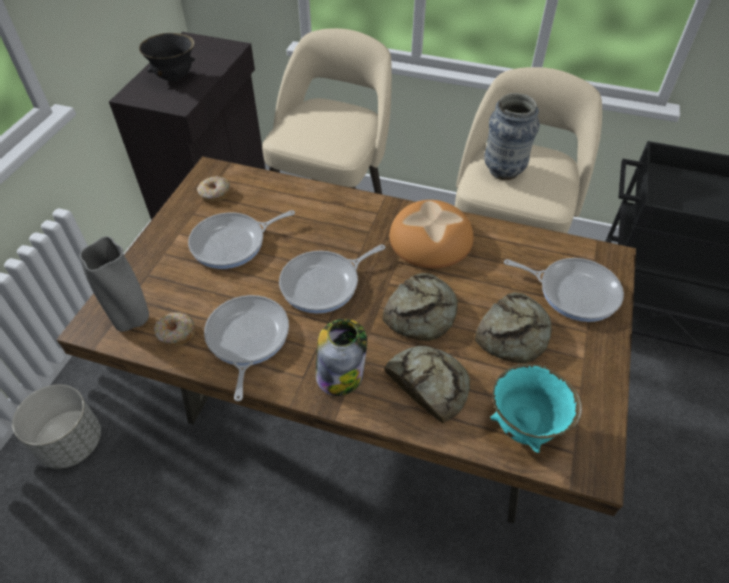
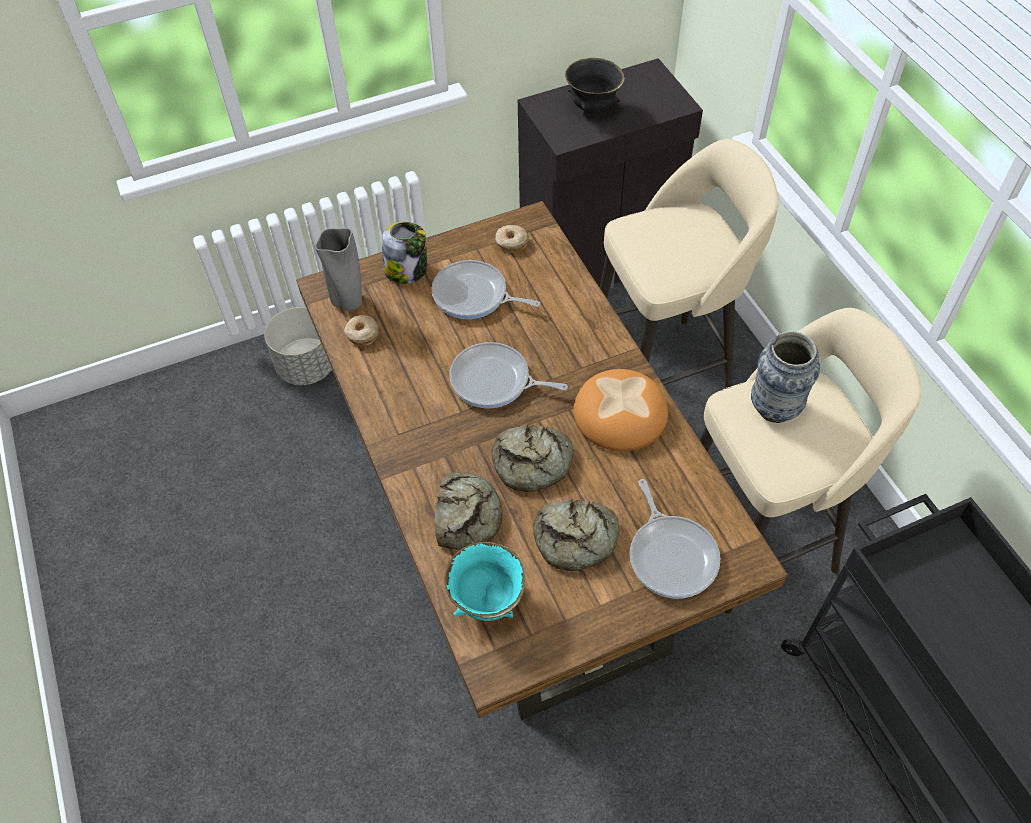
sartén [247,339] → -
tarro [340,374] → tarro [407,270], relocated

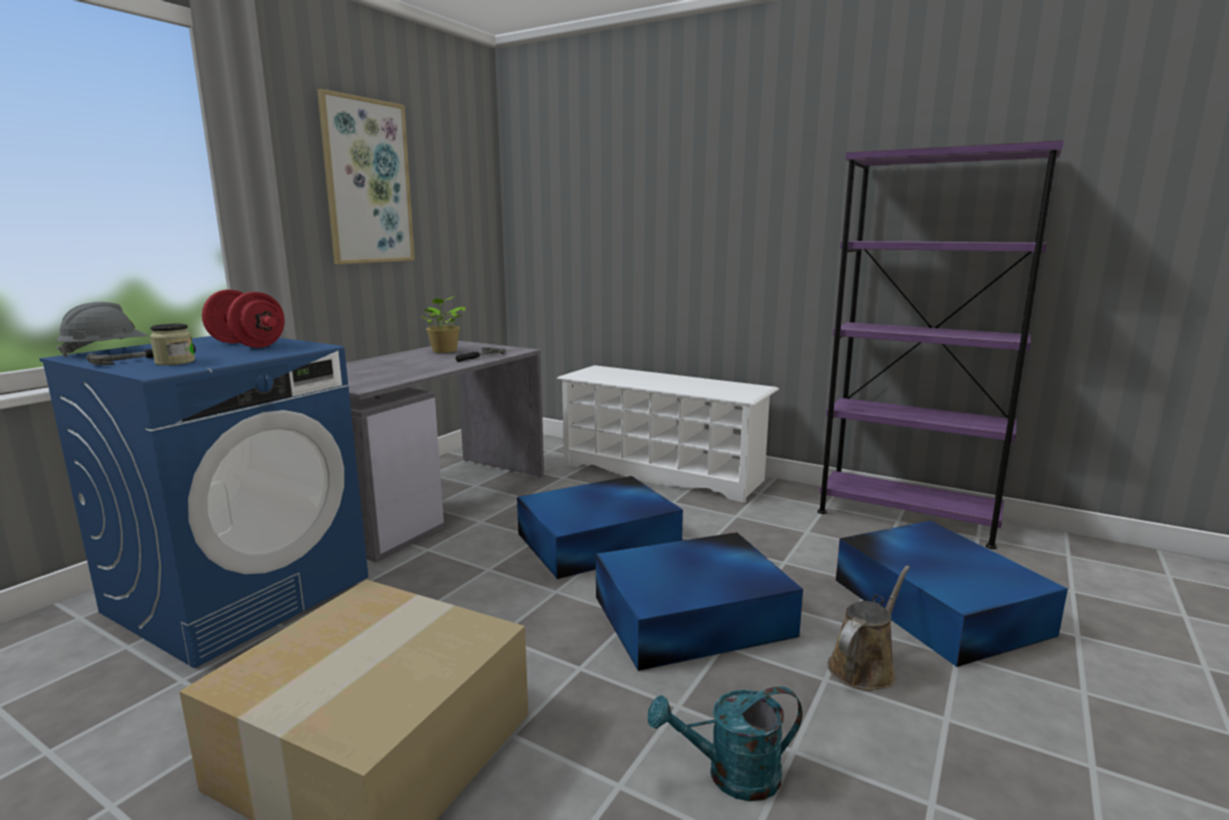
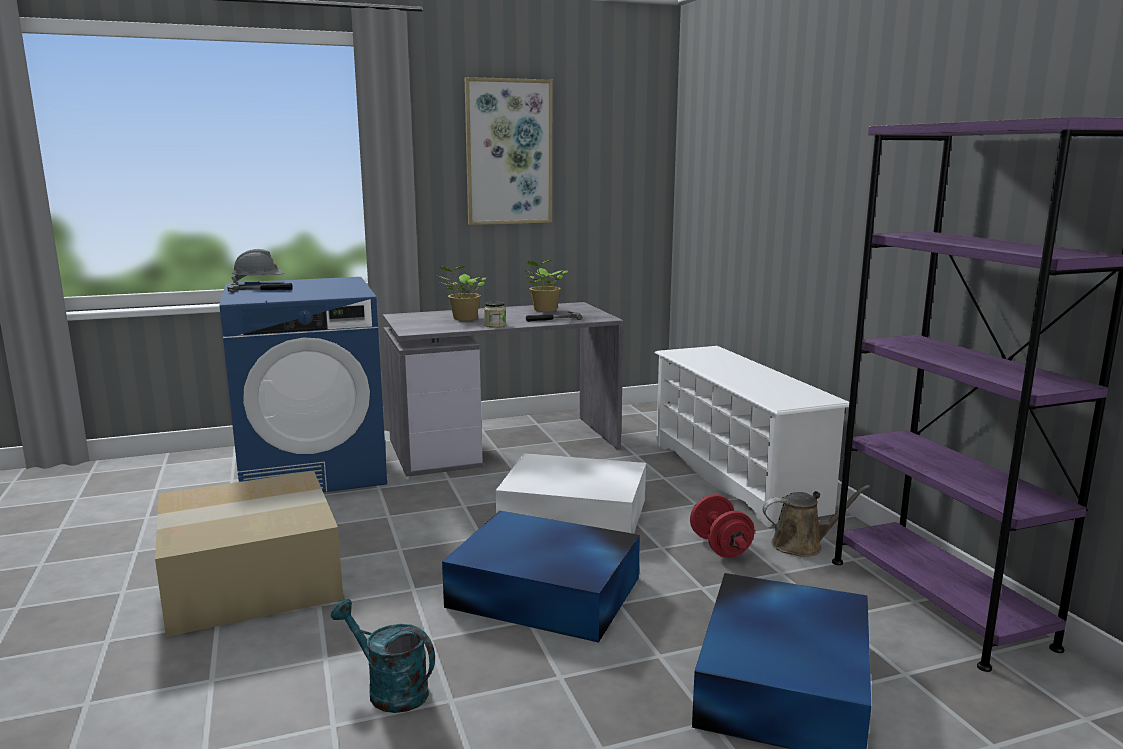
mancuerna [rojo] [247,345] → mancuerna [rojo] [720,547], relocated
tarro [175,362] → tarro [495,325], relocated
caja de almacenaje [azul] [600,540] → caja de almacenaje [blanco] [575,514]
regadera [marrón] [864,667] → regadera [marrón] [802,545], relocated
- → planta en maceta [463,318]

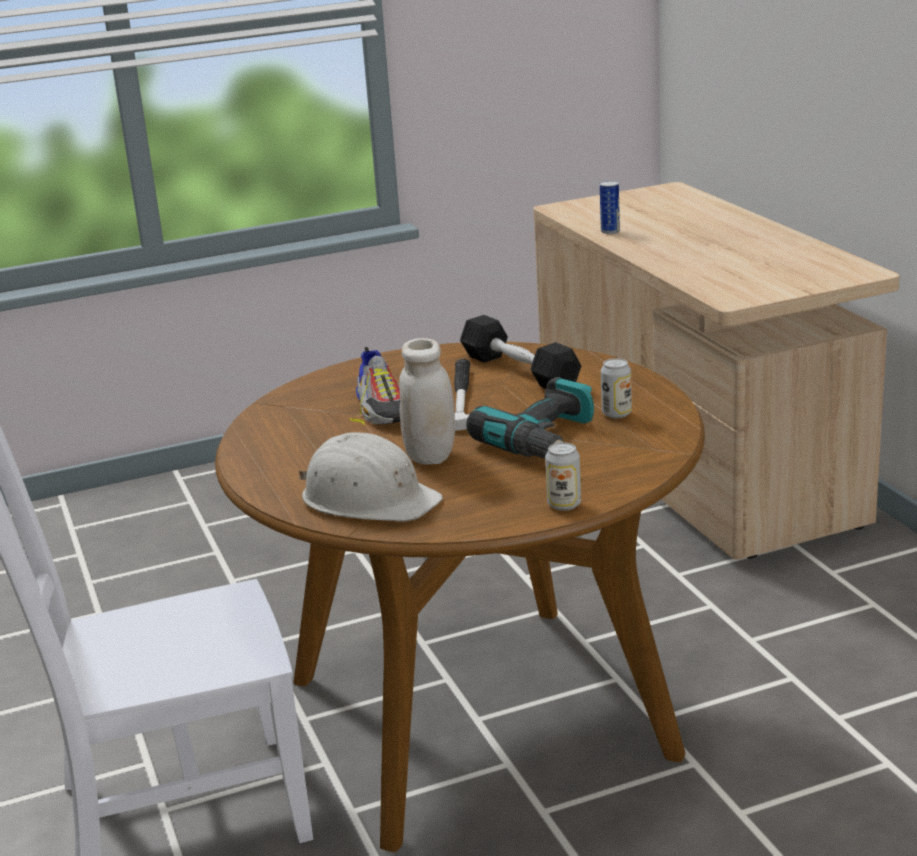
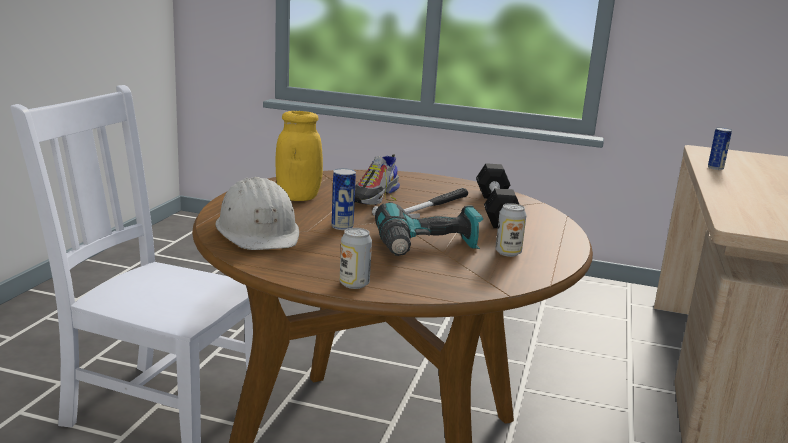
tarro [blanco] [430,456] → lata [342,226]
- → tarro [amarillo] [298,197]

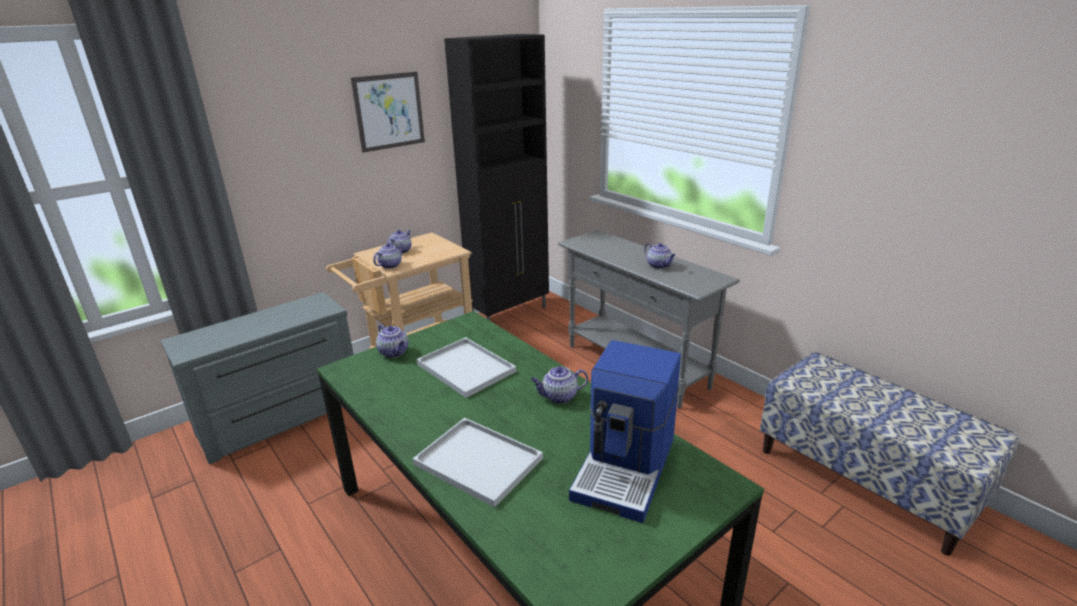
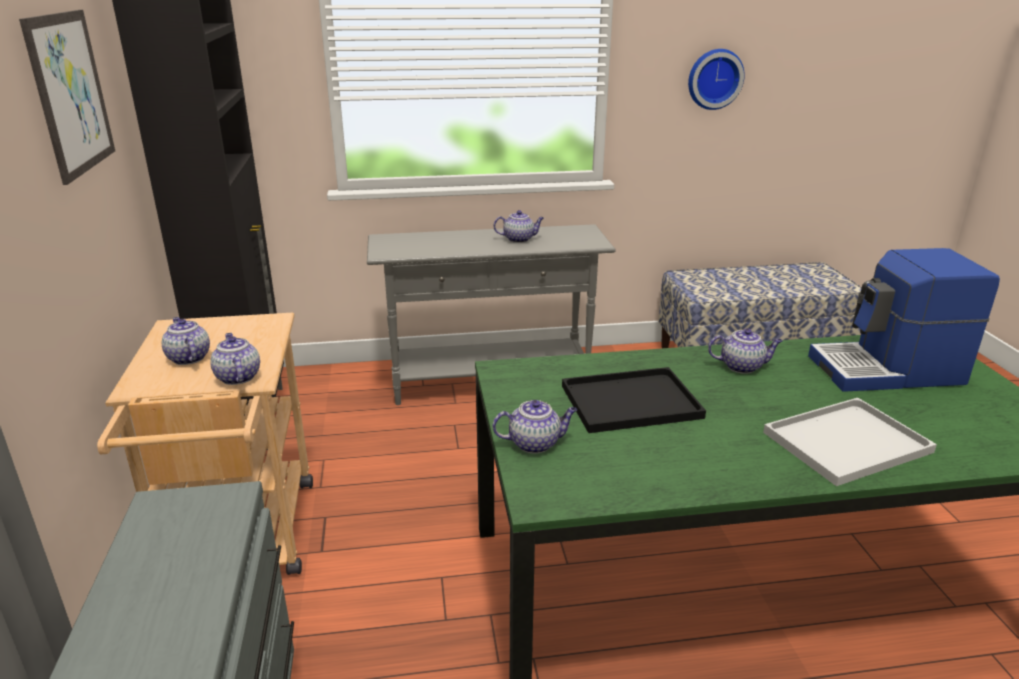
bandeja [blanco] [468,368] → bandeja [negro] [632,401]
cafetera [626,468] → cafetera [888,371], 120 degrees clockwise
tetera [559,397] → tetera [742,366], 105 degrees counterclockwise
- → reloj de pared [714,79]

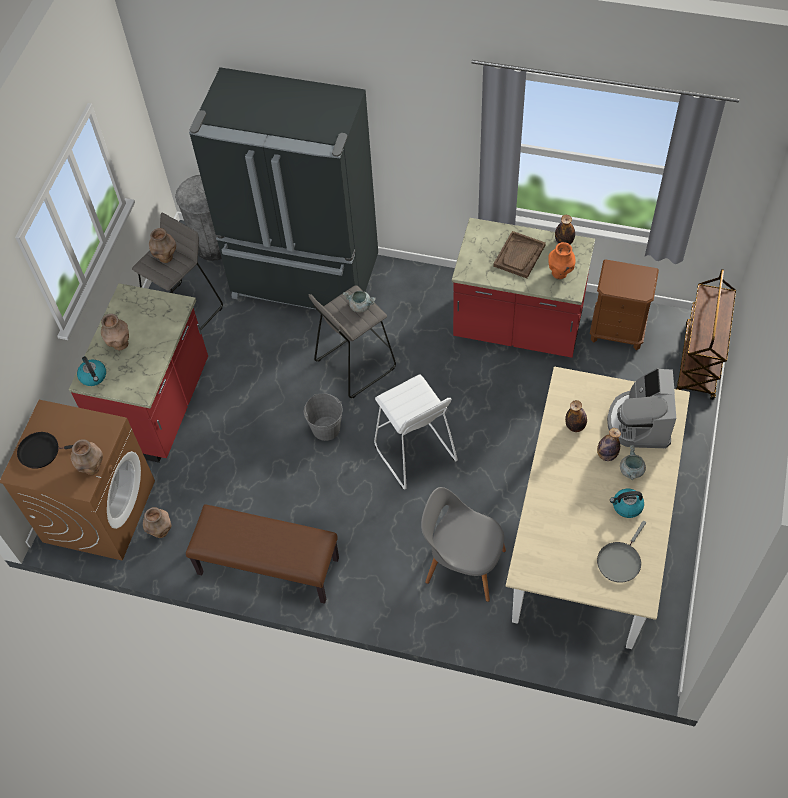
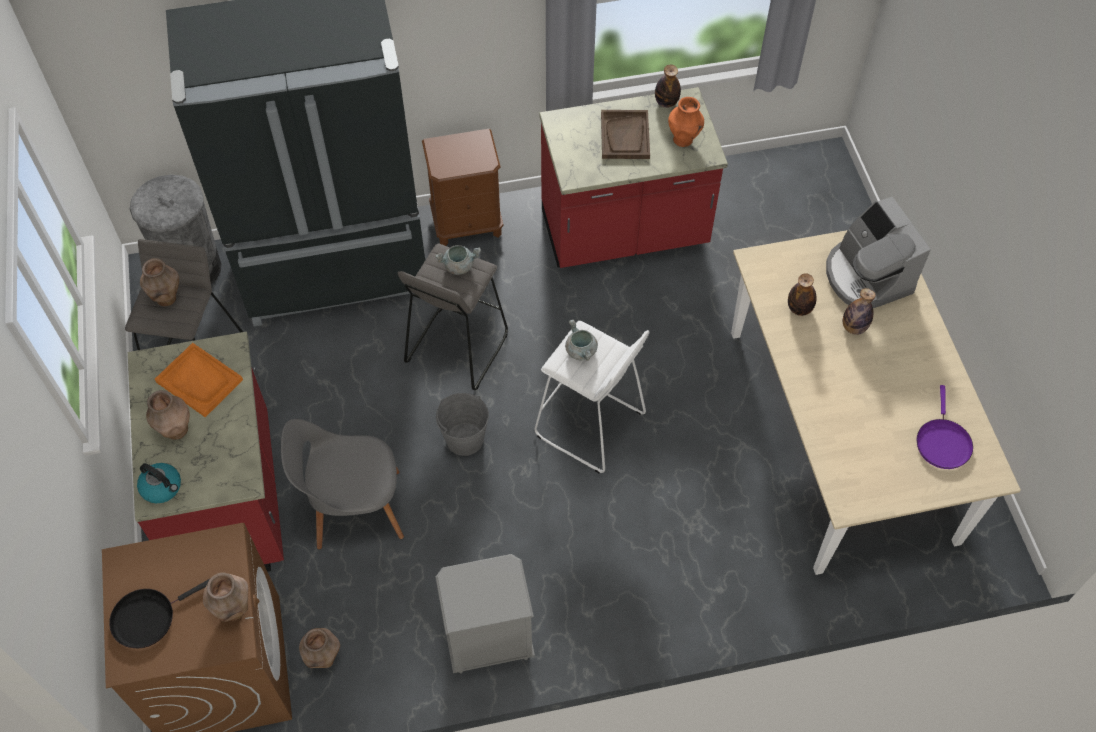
mesita de noche [marrón] [617,331] → mesita de noche [marrón] [467,223], relocated
carrito [marrón] [699,362] → -
olla [gris] [631,471] → olla [gris] [581,351], relocated
silla [gris] [463,564] → silla [gris] [354,508], relocated
hervidor [626,506] → -
banco [marrón] [267,567] → mesita de noche [gris] [488,641]
sartén [gris] [620,561] → sartén [morado] [942,442]
- → bandeja [naranja] [200,381]

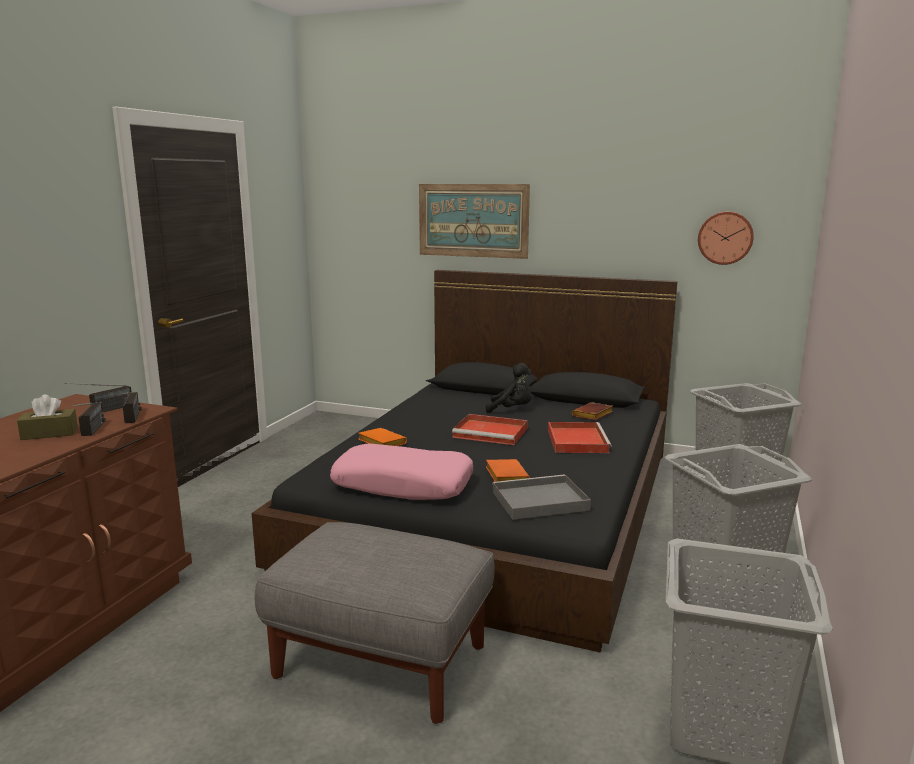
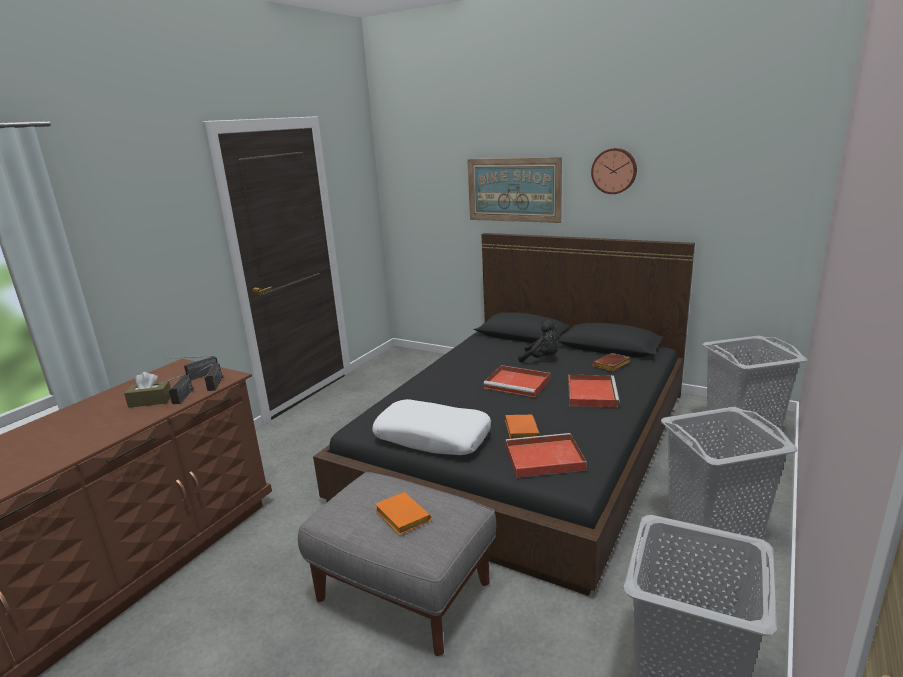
reloj de pared [725,237] → reloj de pared [614,171], relocated
libro [naranja] [380,443] → libro [naranja] [400,517], relocated
cojín [rosa] [403,485] → cojín [blanco] [433,437]
bandeja [gris] [538,501] → bandeja [rojo] [542,459]

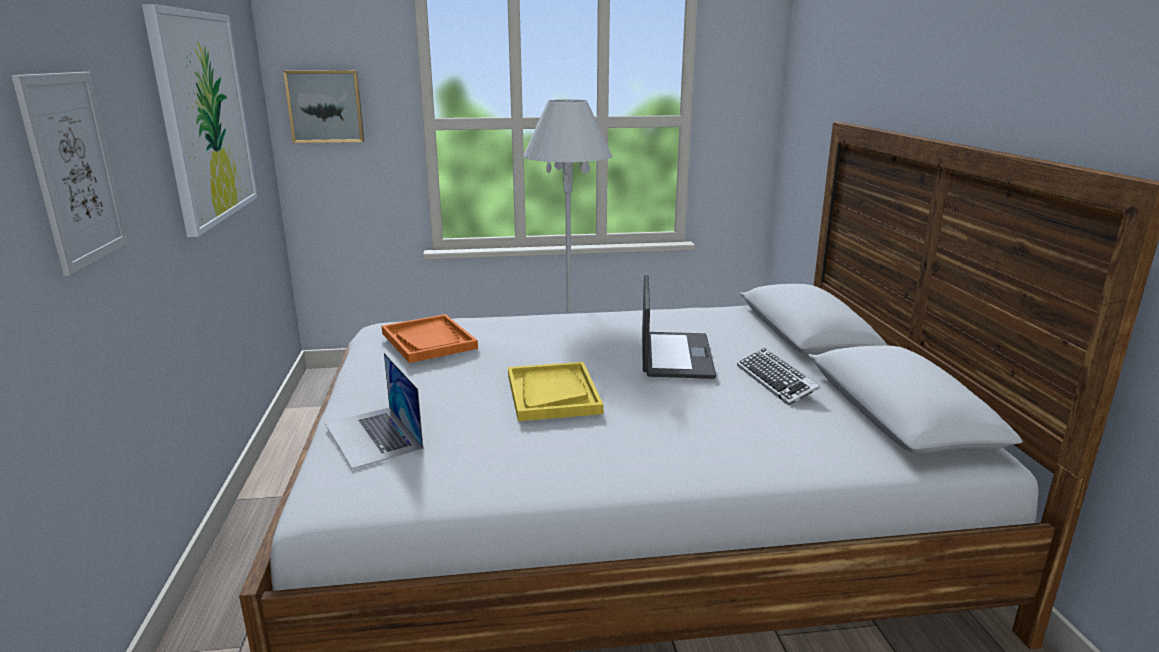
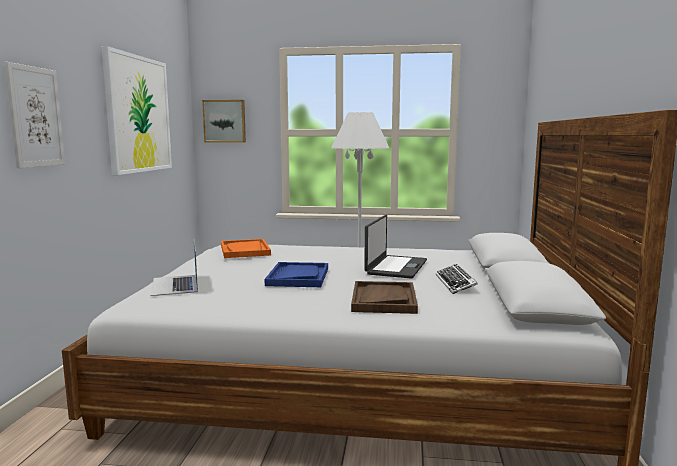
bandeja [amarillo] [552,393] → bandeja [azul] [298,277]
- → bandeja [marrón] [383,299]

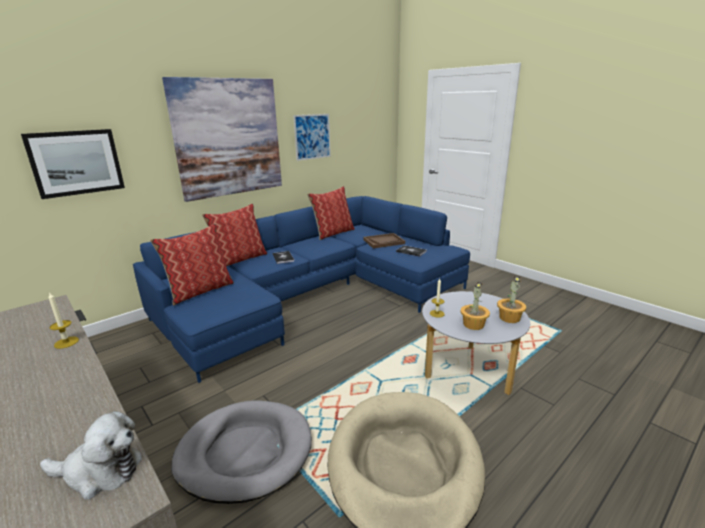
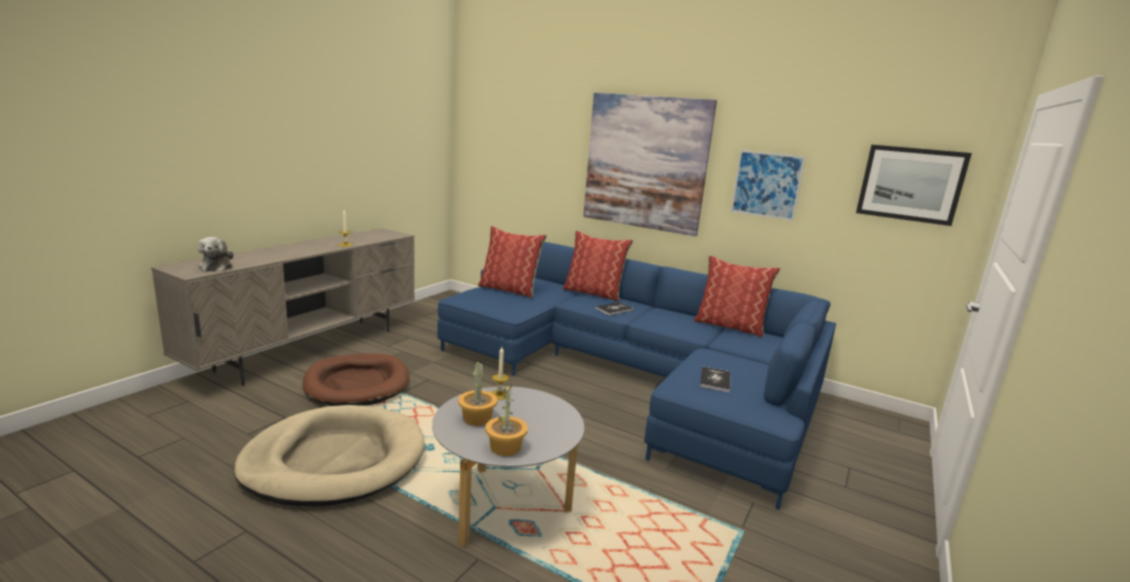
cuadro [76,162] → cuadro [910,184], relocated
bandeja [marrón] [384,242] → -
cama para perro [gris] [245,452] → cama para perro [marrón] [357,384]

